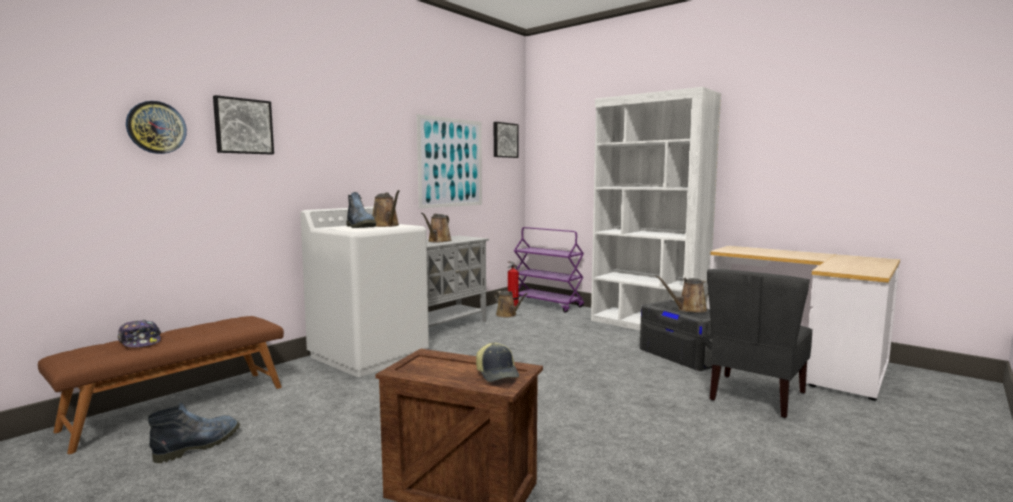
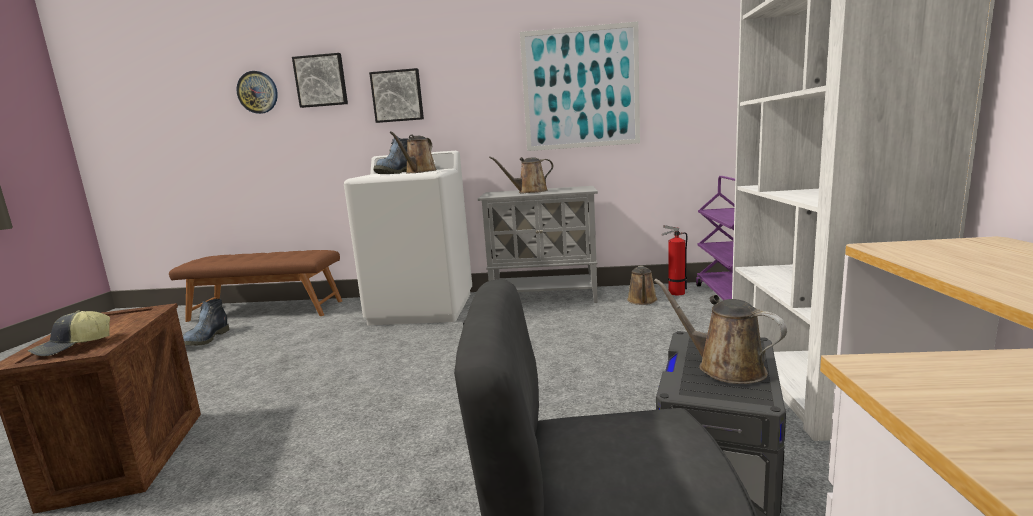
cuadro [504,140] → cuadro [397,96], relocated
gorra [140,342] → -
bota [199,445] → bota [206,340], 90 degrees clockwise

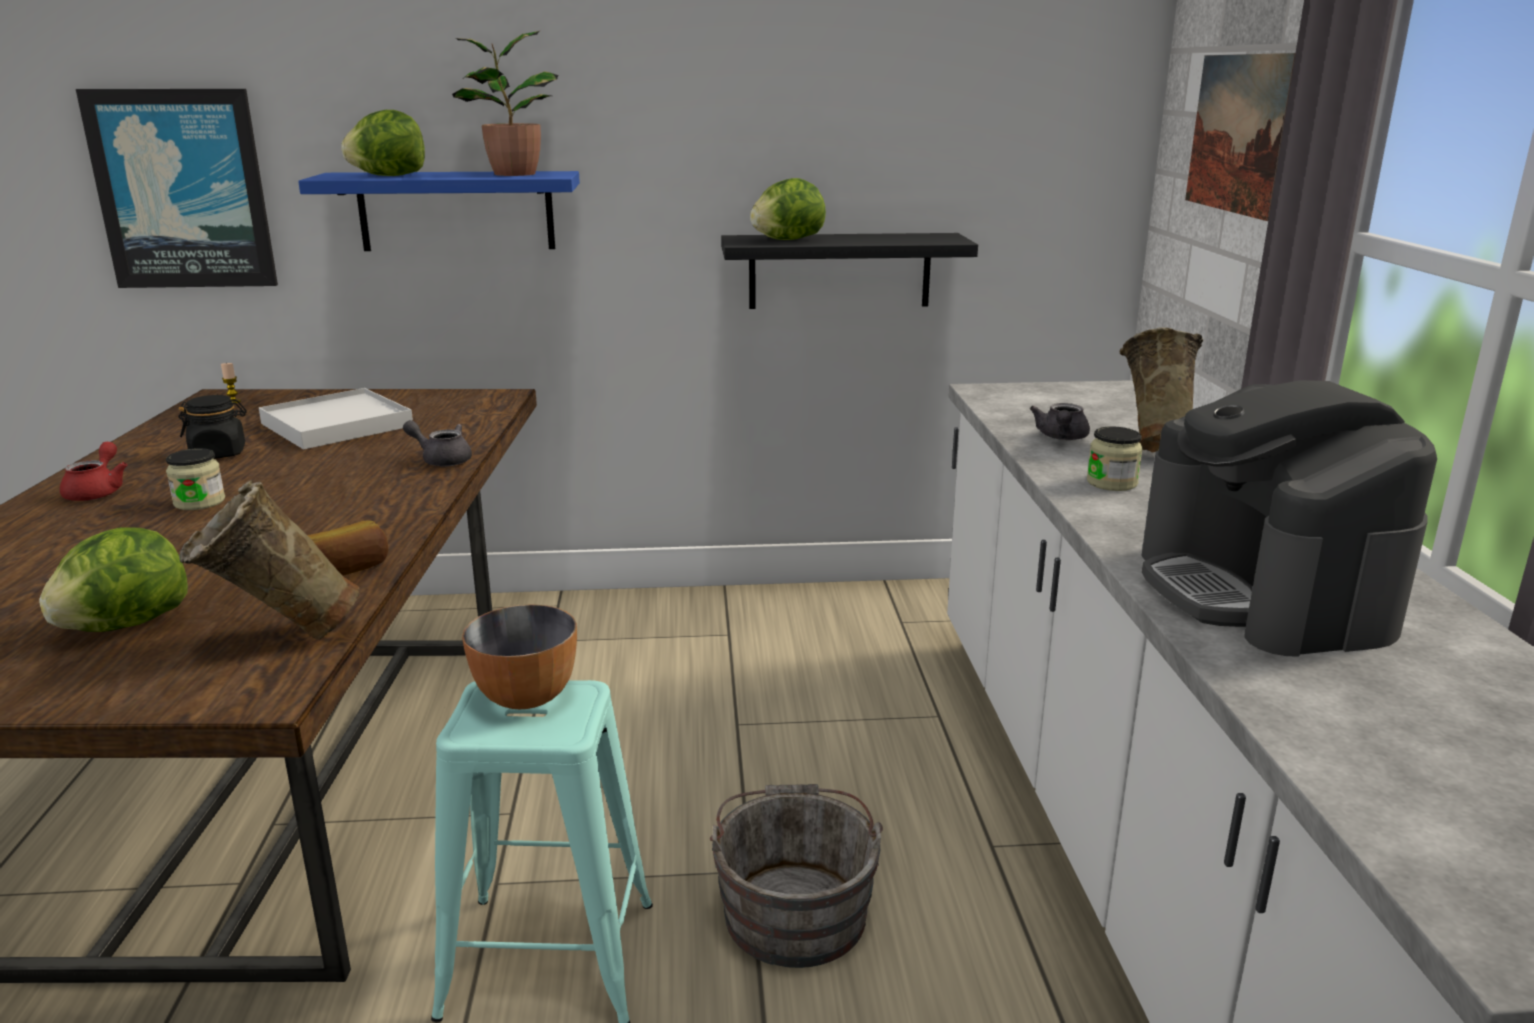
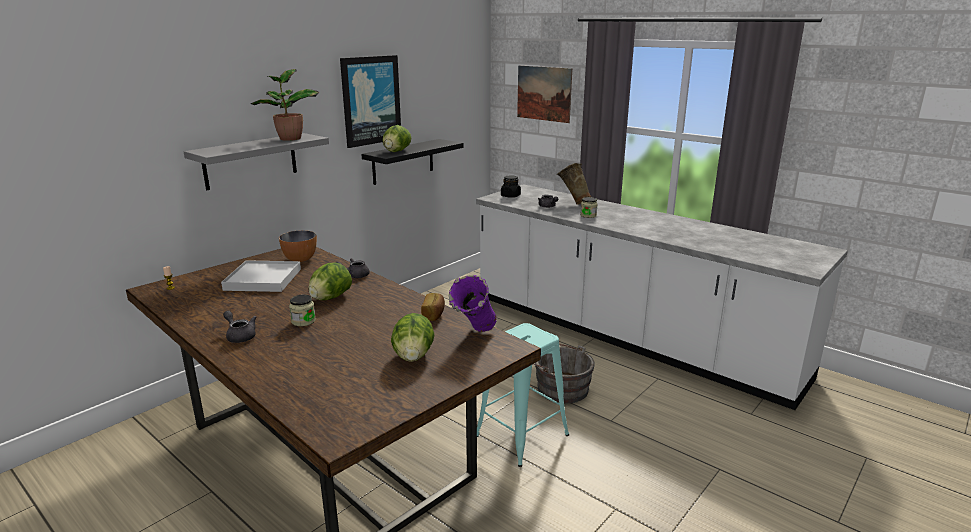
cuadro [183,190] → cuadro [371,100], relocated
lechuga [389,176] → lechuga [330,298], relocated
estante [azul] [456,211] → estante [gris] [250,161]
cafetera [1264,592] → -
tarro [negro] [219,453] → tarro [negro] [510,196], relocated
tetera [rojo] [98,491] → tetera [gris] [240,336]
florero [beis] [280,639] → florero [morado] [474,336]
cuenco [525,698] → cuenco [300,259], relocated

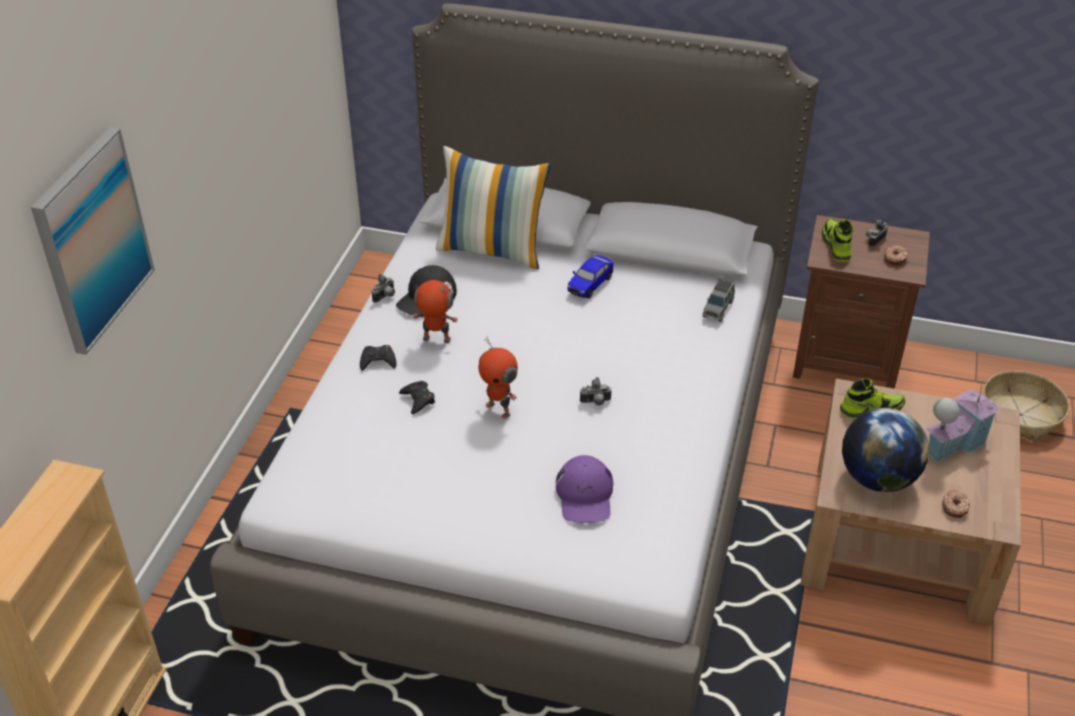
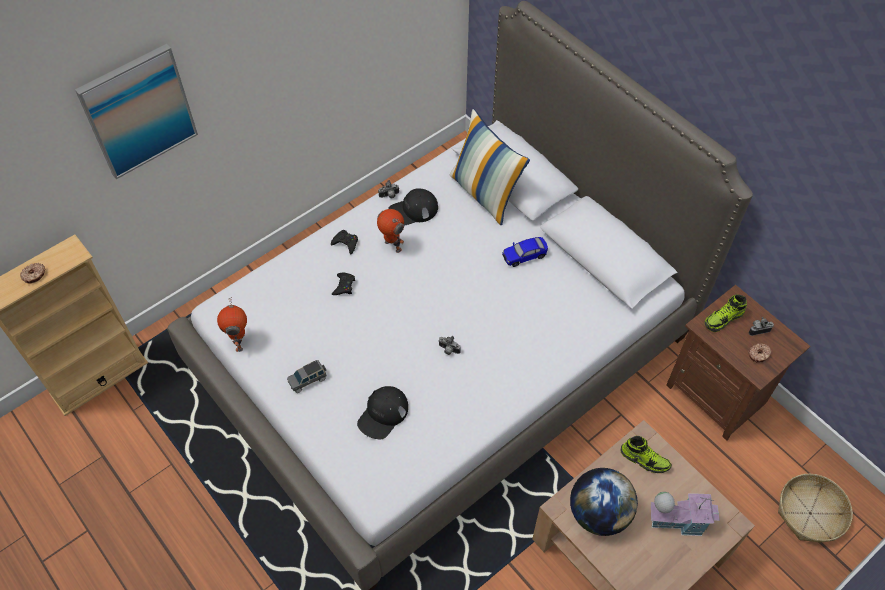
zapato [835,246] → zapato [723,319], 150 degrees counterclockwise
coche de juguete [gris] [718,308] → coche de juguete [gris] [308,380], relocated
robot de juguete [499,409] → robot de juguete [240,342], relocated
gorra [morado] [585,495] → gorra [negro] [383,414]
rosquilla [955,507] → rosquilla [34,275], relocated

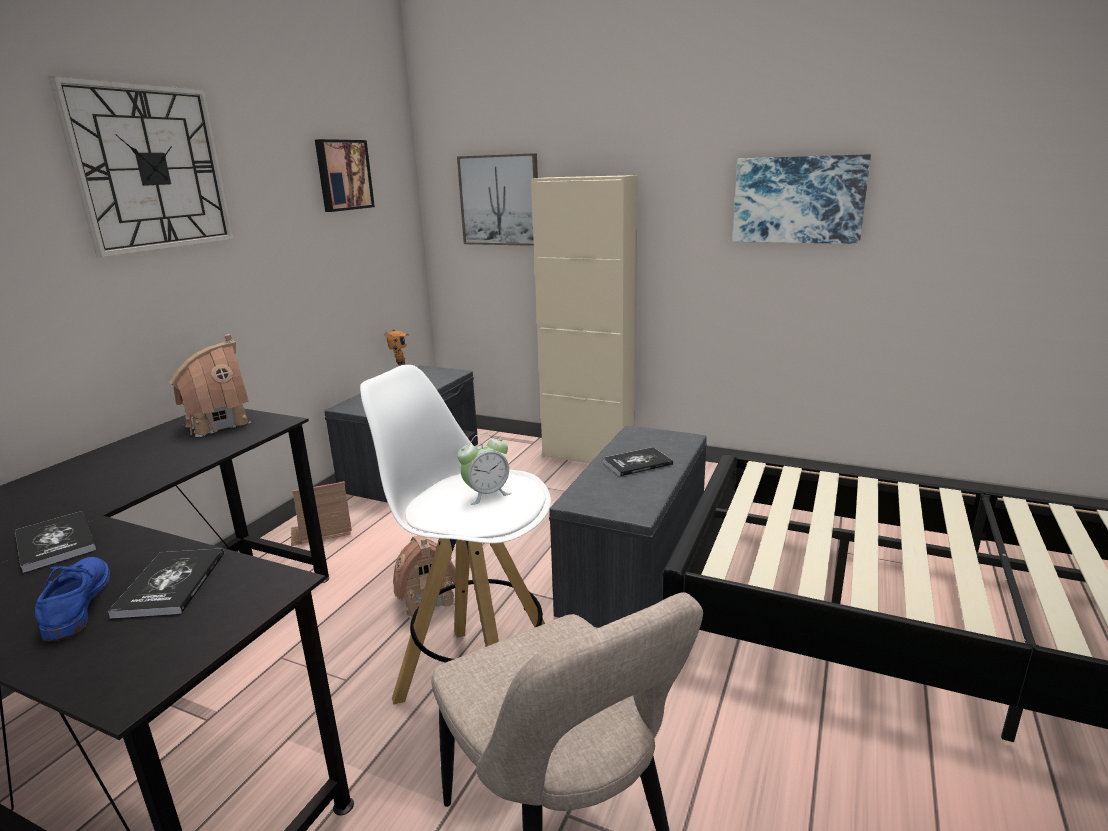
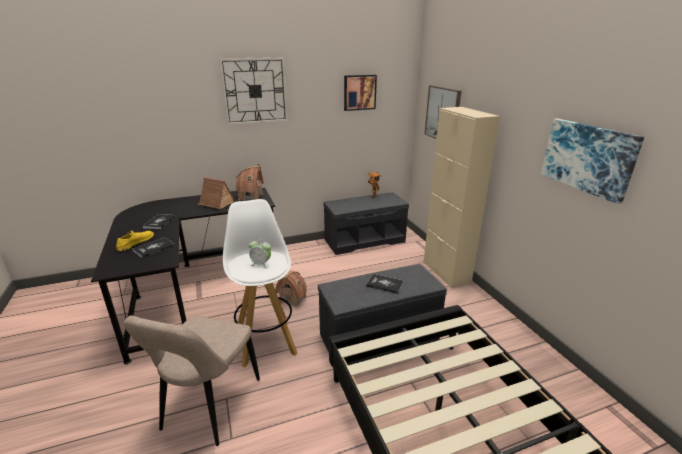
casita [322,531] → casita [216,203], relocated
zapato [azul] [76,602] → zapato [amarillo] [135,242]

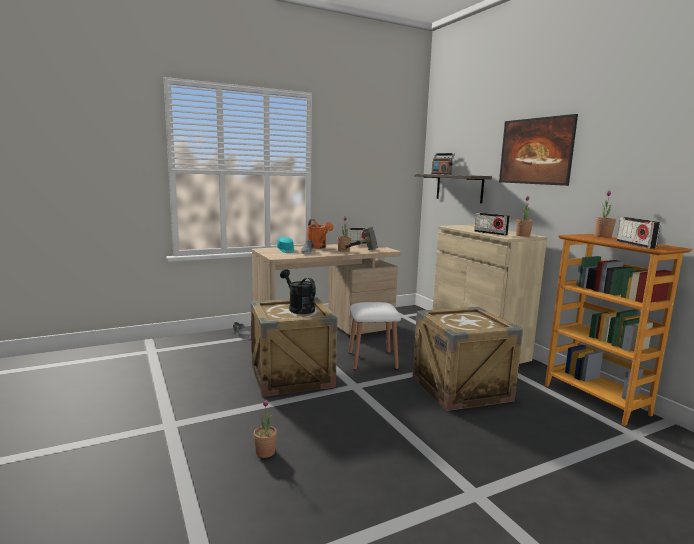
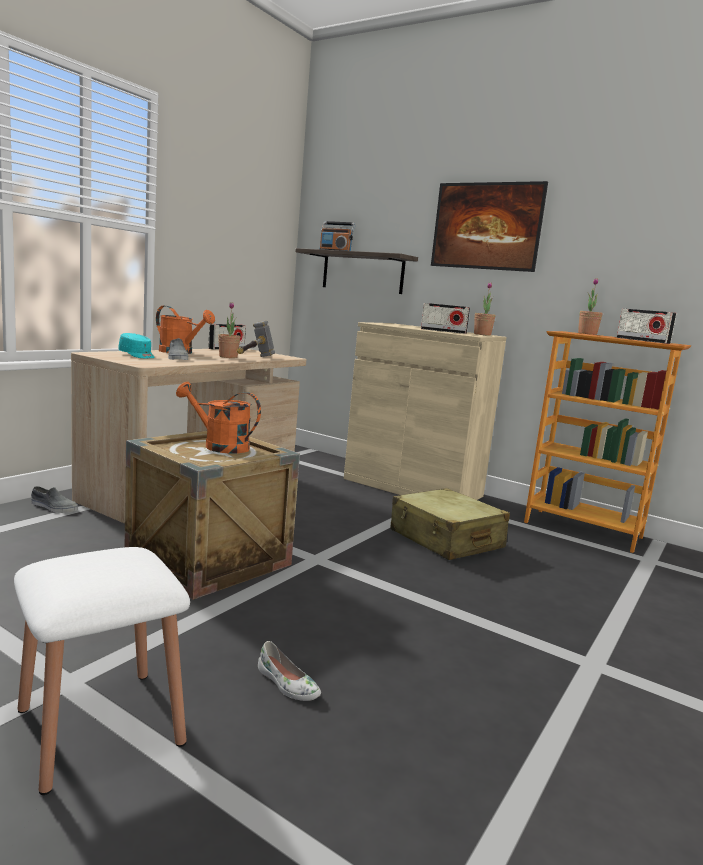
regadera [negro] [298,308] → regadera [naranja] [219,446]
taburete [blanco] [372,360] → taburete [blanco] [100,726], relocated
caja de embalaje [461,388] → maleta [beis] [446,539]
planta en maceta [265,452] → zapato [blanco] [287,684]

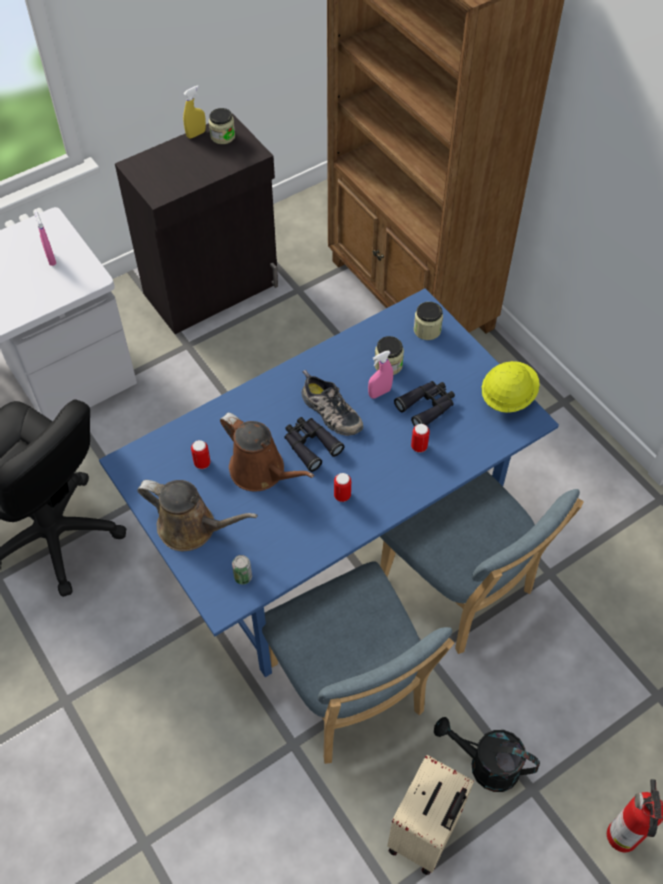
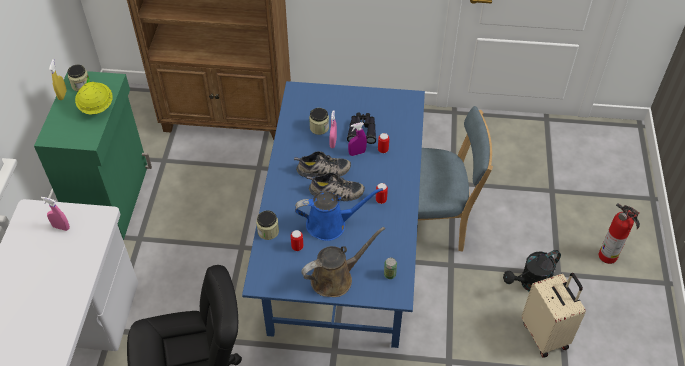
armario [negro] [213,289] → armario [verde] [113,199]
tarro [427,330] → tarro [268,231], relocated
casco [amarillo] [507,397] → casco [amarillo] [96,106], relocated
regadera [marrón] [261,471] → regadera [azul] [330,224]
prismáticos [negro] [310,445] → zapato [335,192]
silla [azul] [349,694] → -
- → pulverizador [morado] [357,153]

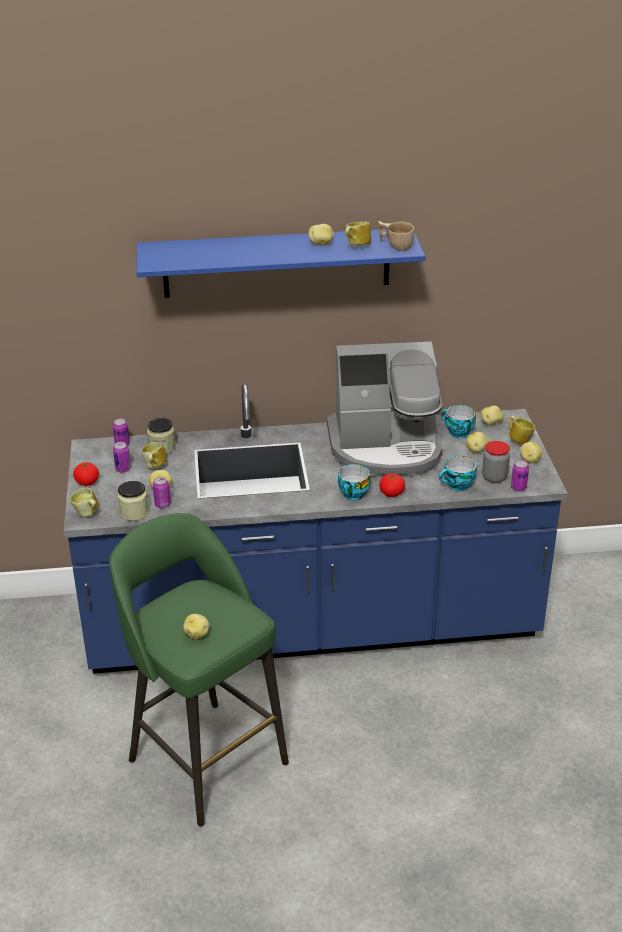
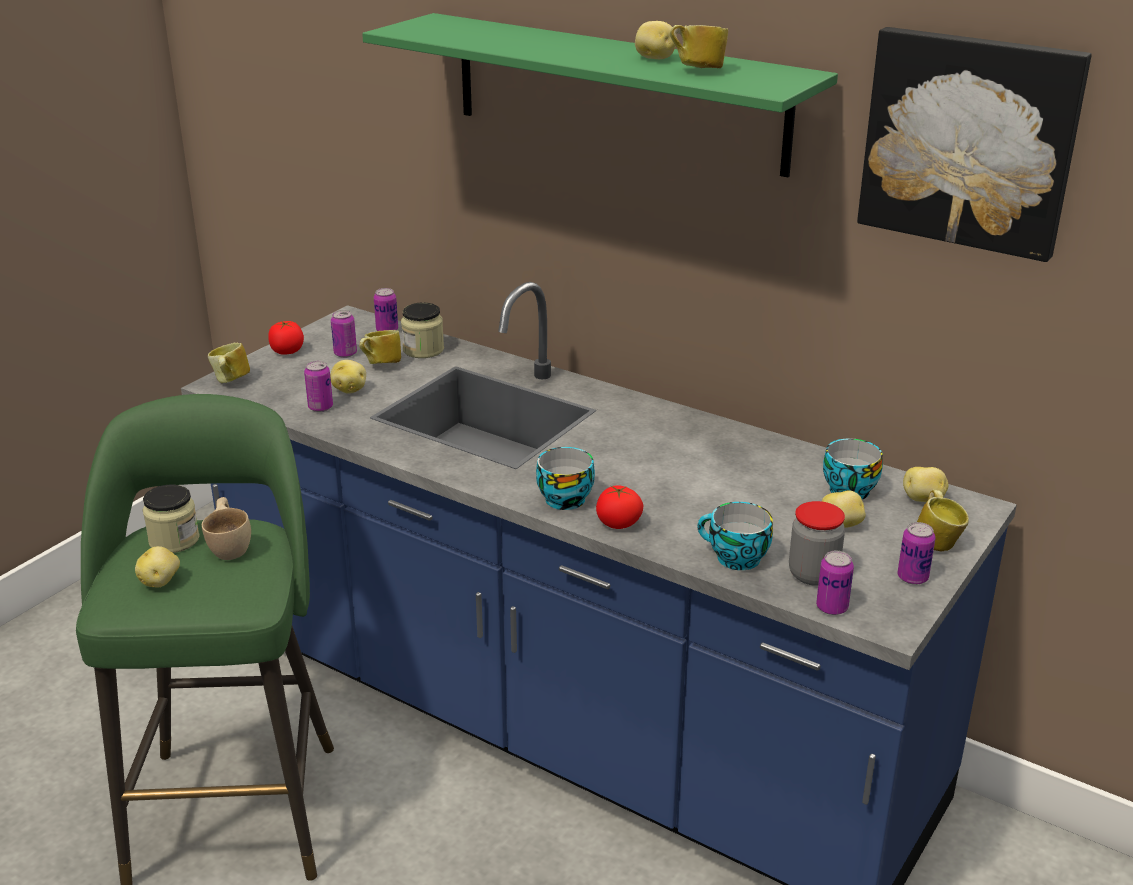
taza [beis] [395,245] → taza [beis] [230,545], relocated
estante [azul] [276,263] → estante [verde] [617,92]
cafetera [386,448] → -
patata [529,460] → lata [912,577]
tarro [134,512] → tarro [174,540], relocated
- → cuadro [970,141]

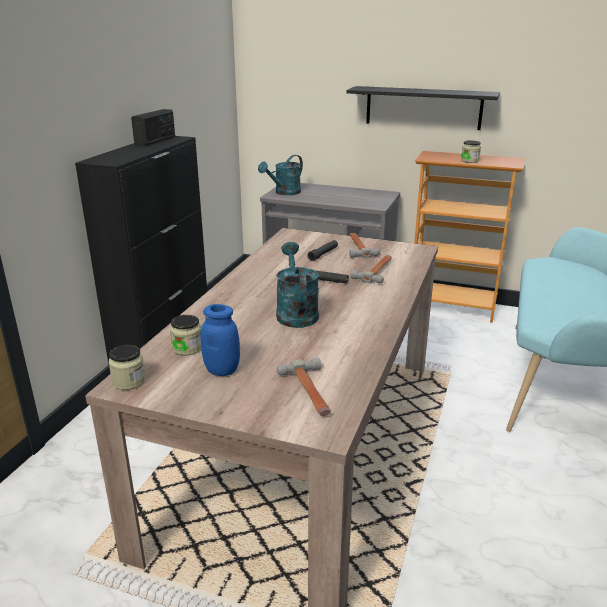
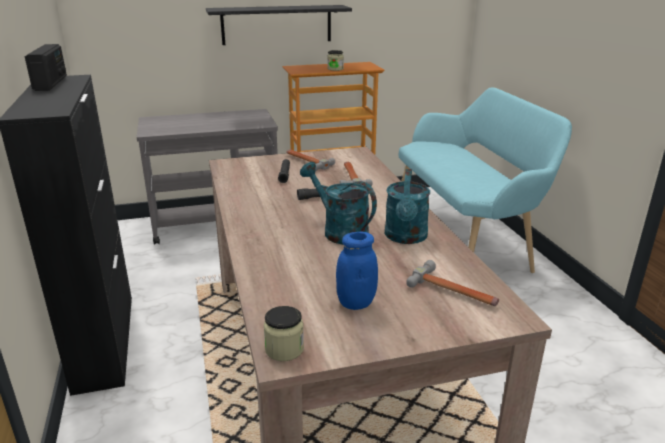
regadera [turquesa] [284,193] → regadera [turquesa] [406,238], relocated
tarro [187,348] → -

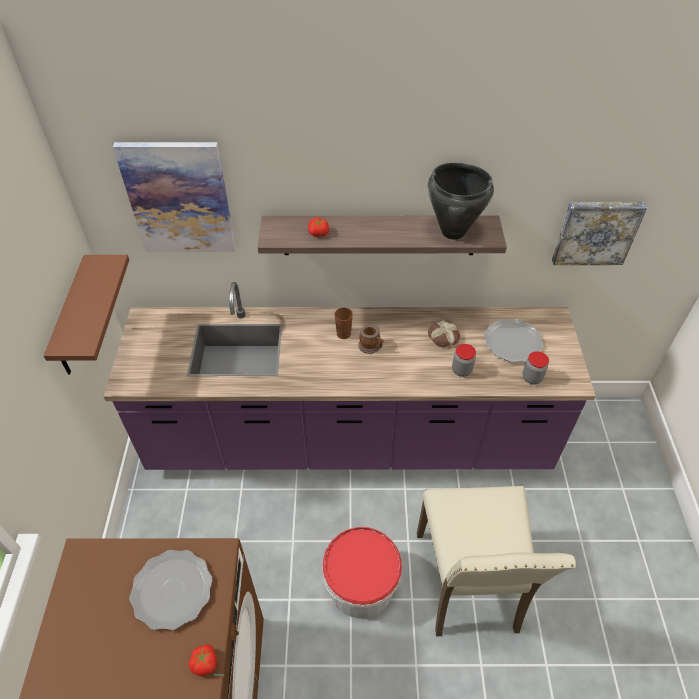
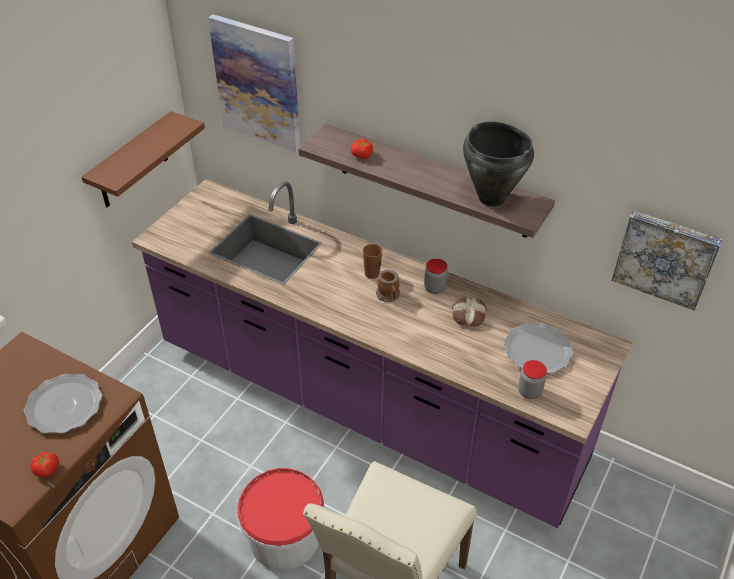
tarro [461,370] → tarro [435,288], relocated

